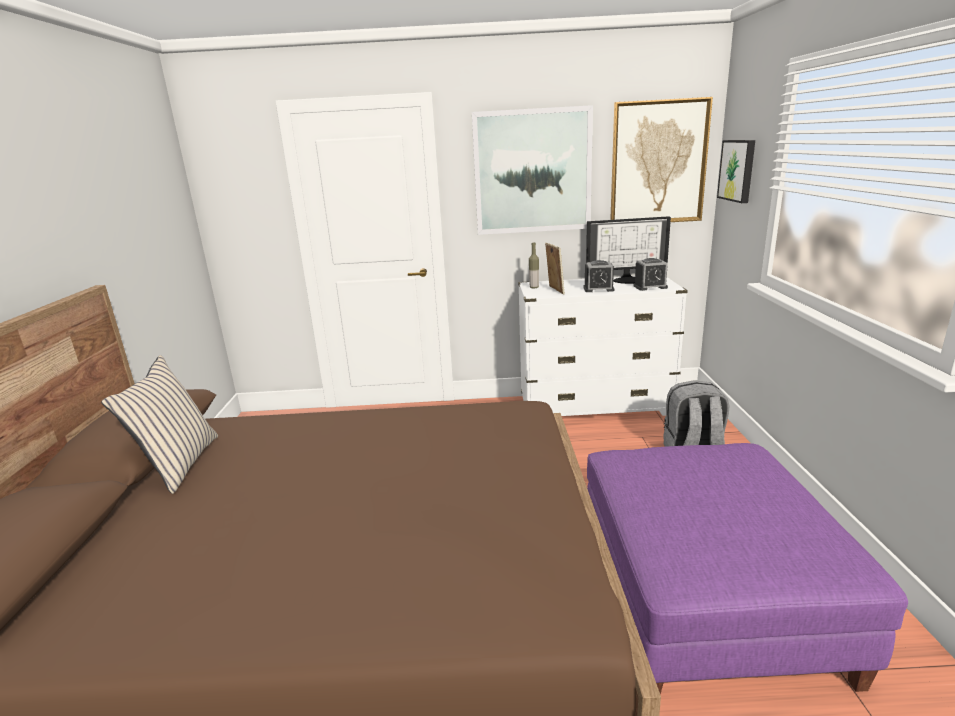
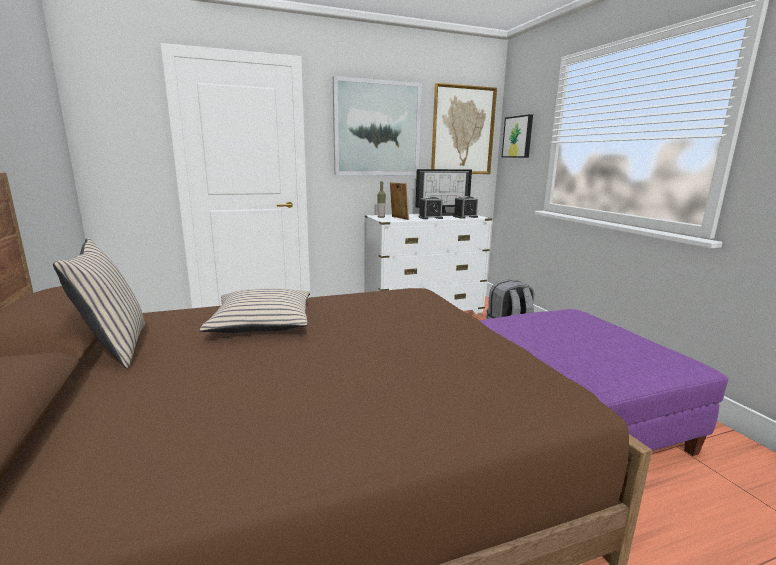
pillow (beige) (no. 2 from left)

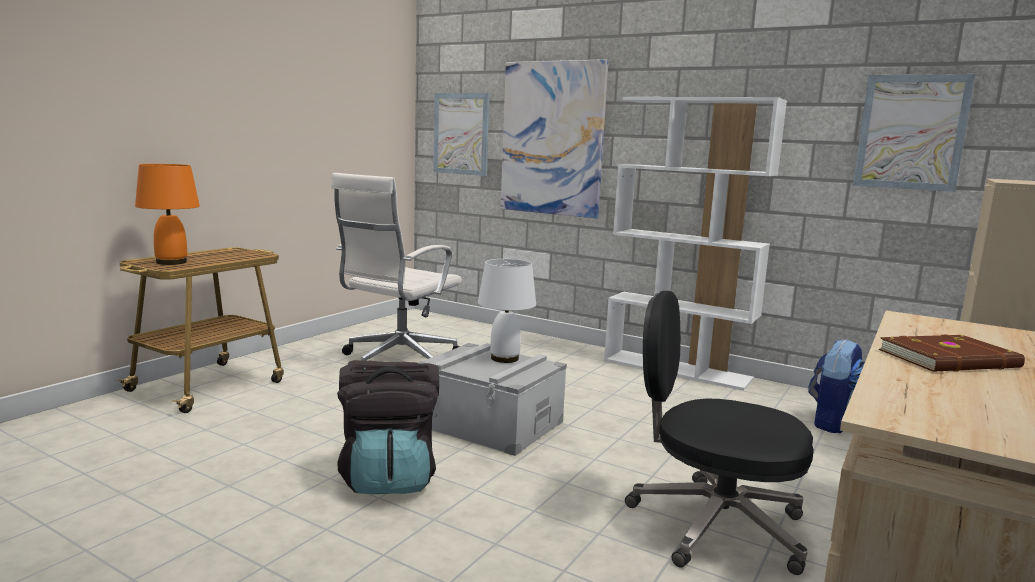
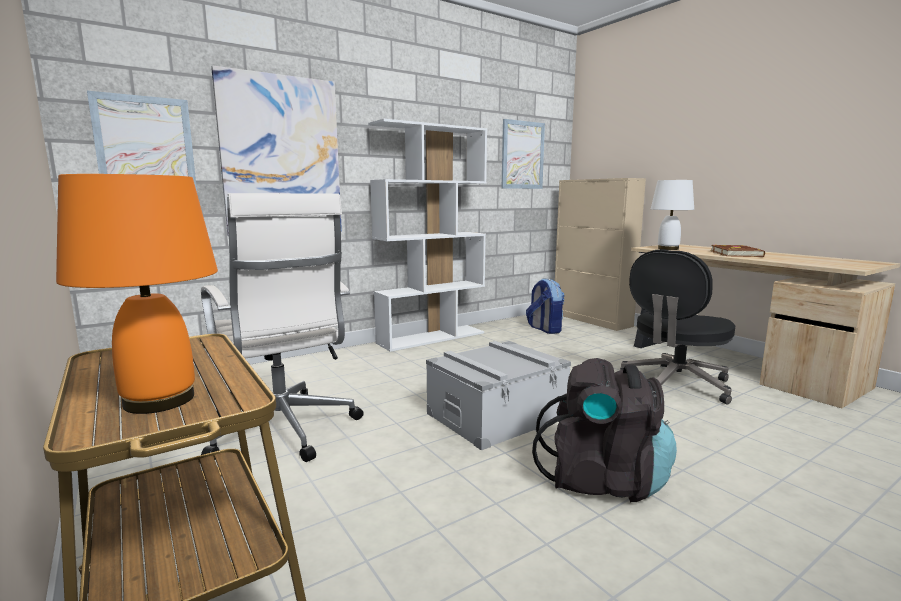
table lamp (white)

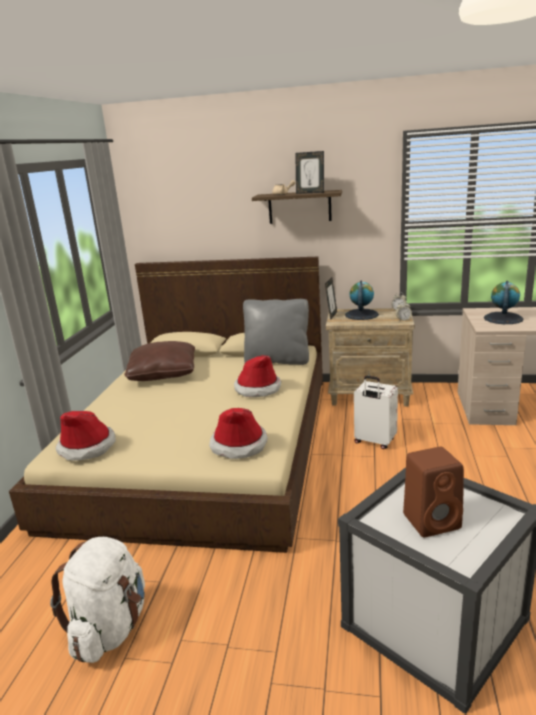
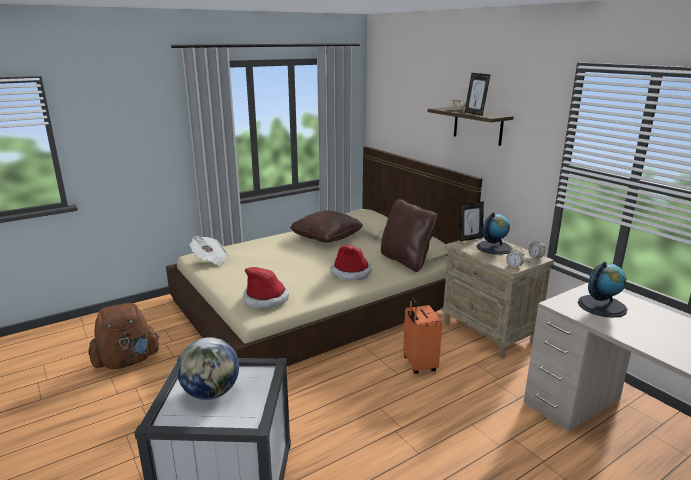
newspaper; globe (no. 1 from left); backpack (brown); pillow (brown) (no. 2 from left); suitcase (orange)

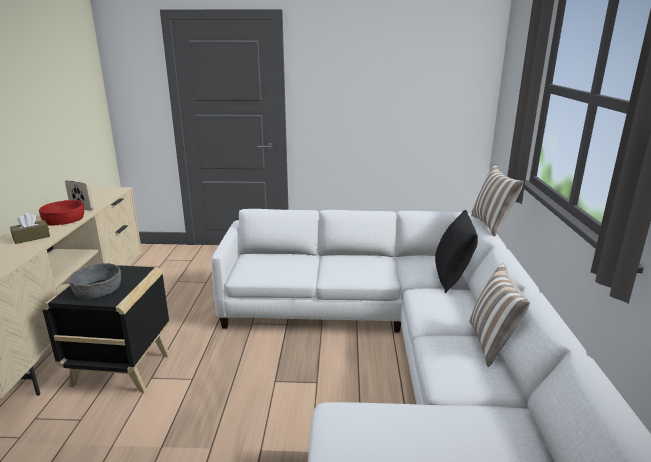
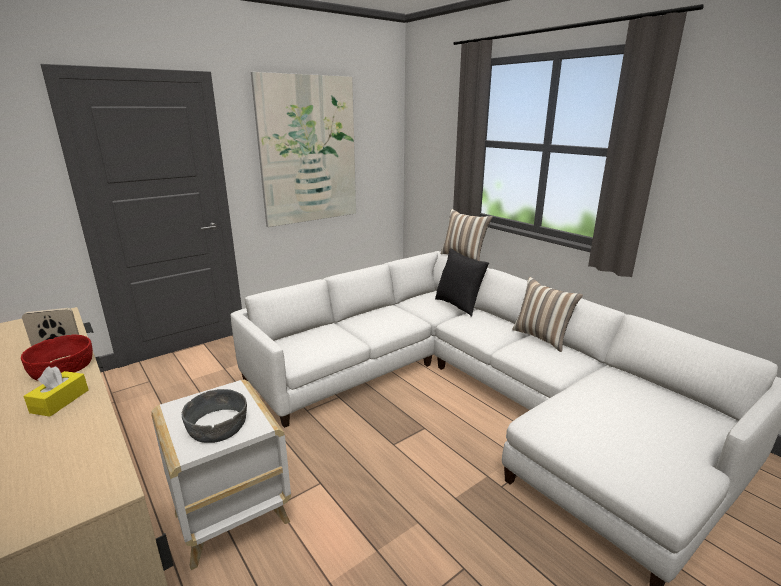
picture; tissue box (yellow); side table (white)

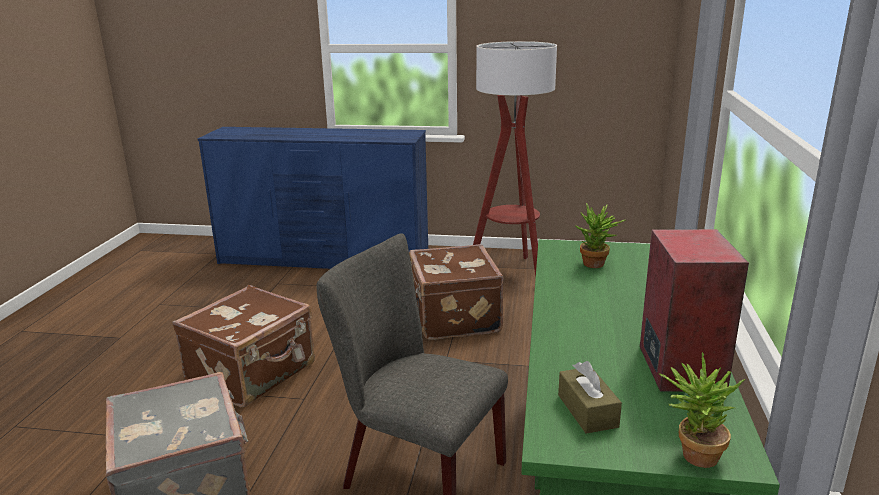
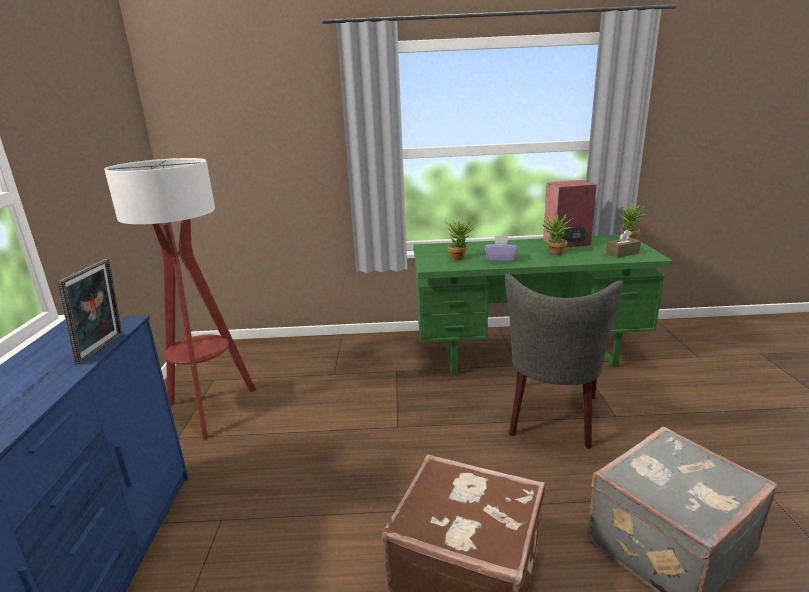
suitcase (brown) (no. 2 from left in the first image); picture frame; tissue box (purple); potted plant (no. 2 from left)

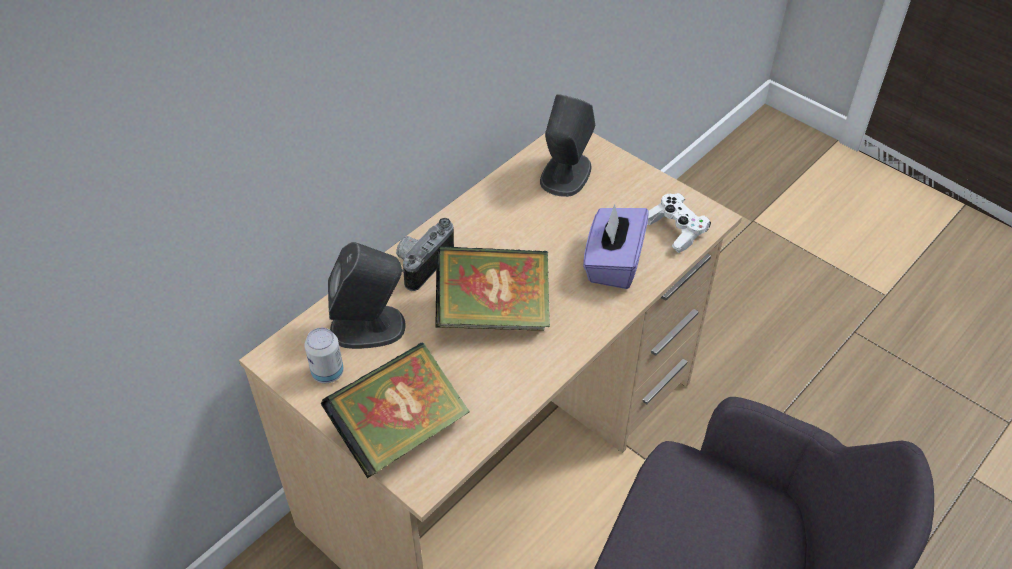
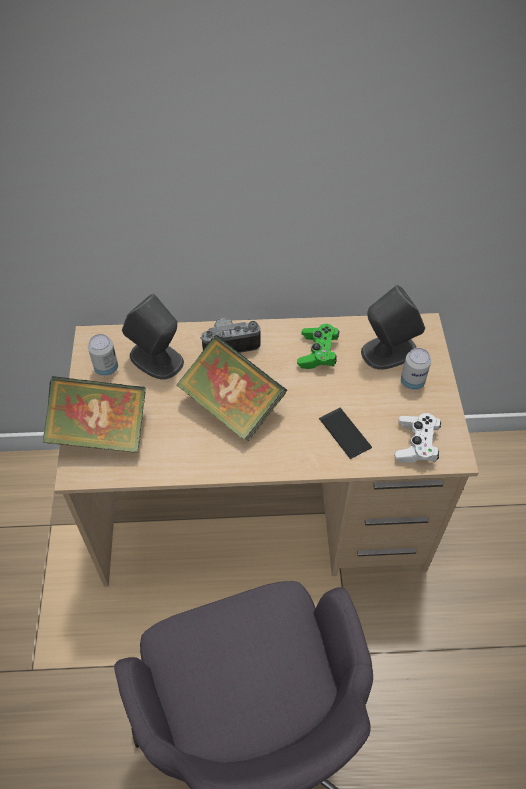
game controller (green); can (no. 2 from left); phone

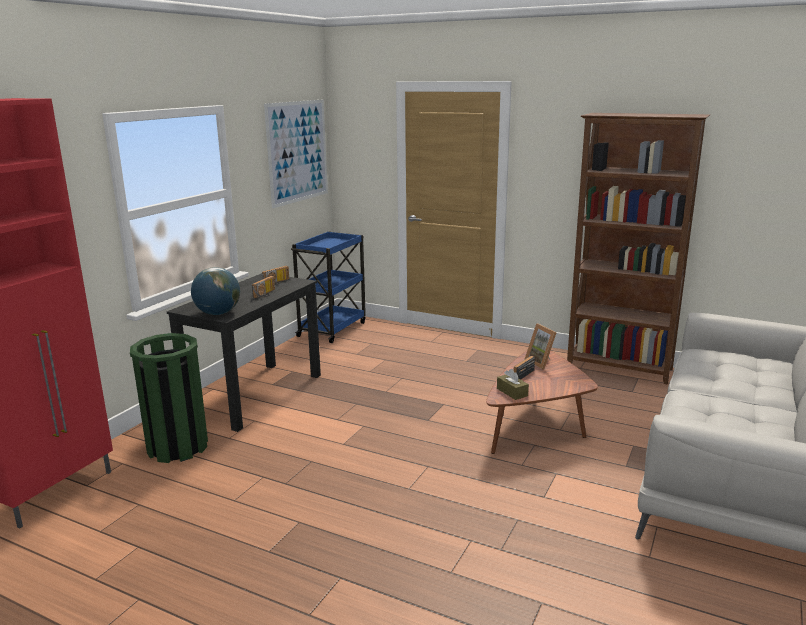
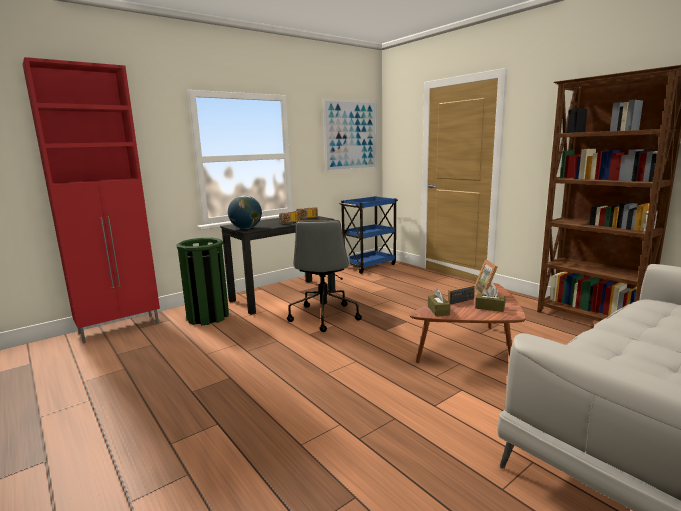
office chair (grey); tissue box (brown) (no. 2 from left)

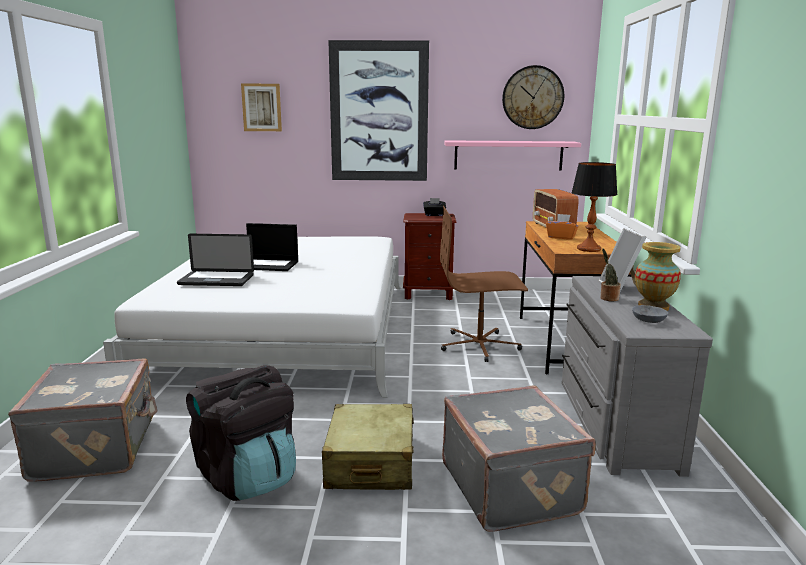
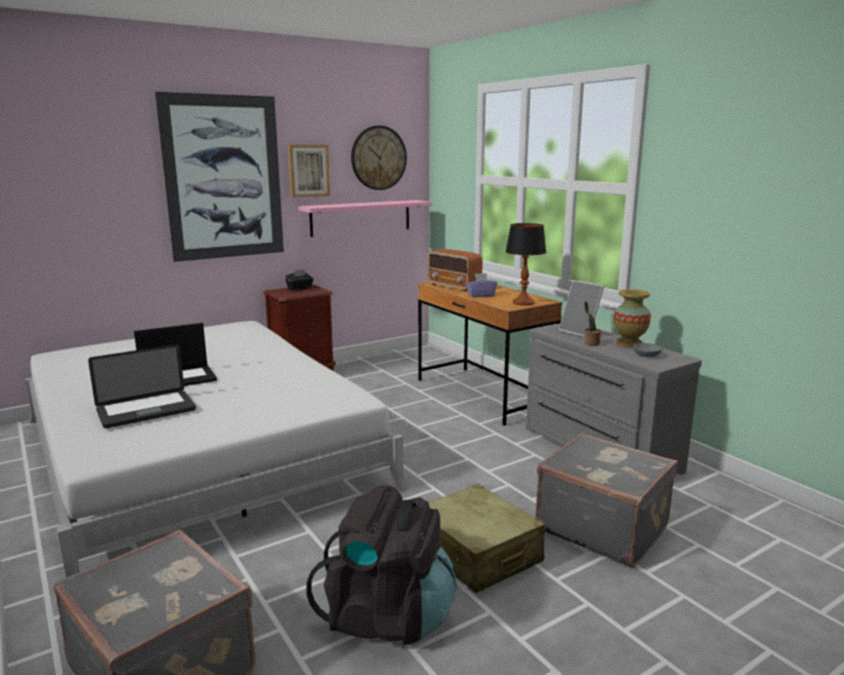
office chair (brown); picture (no. 2 from left); tissue box (purple)

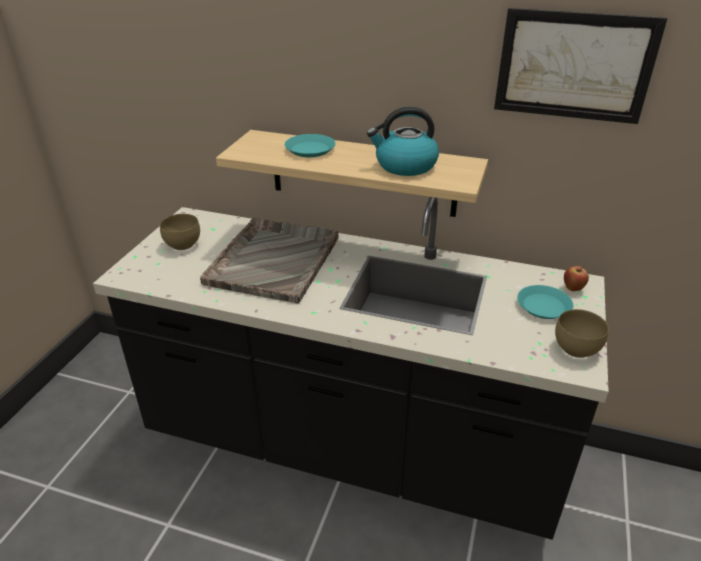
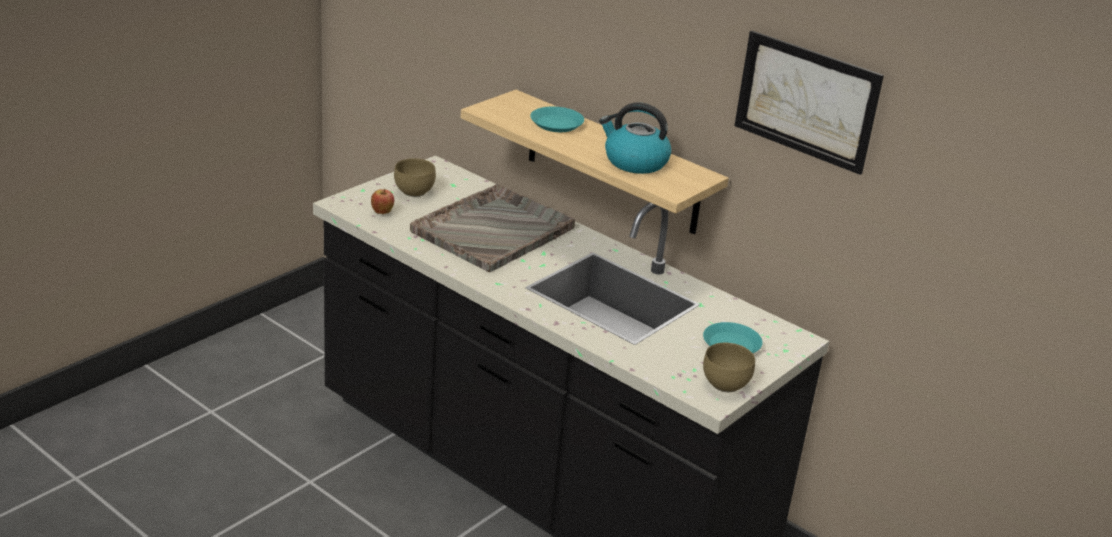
apple

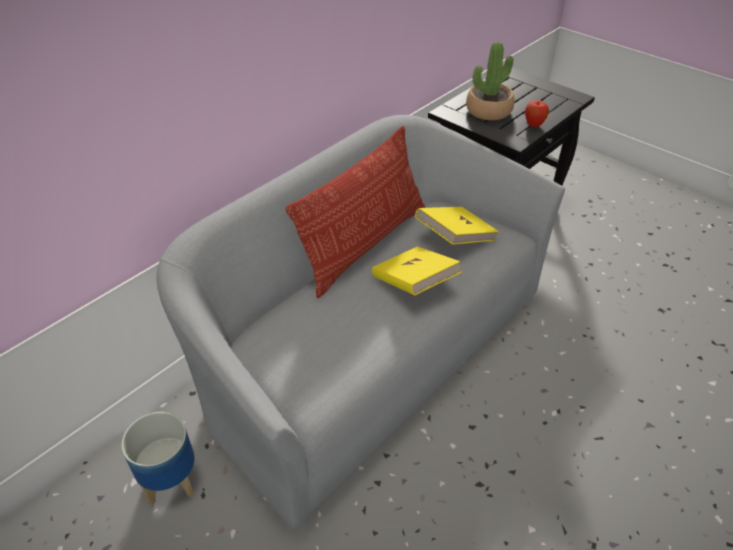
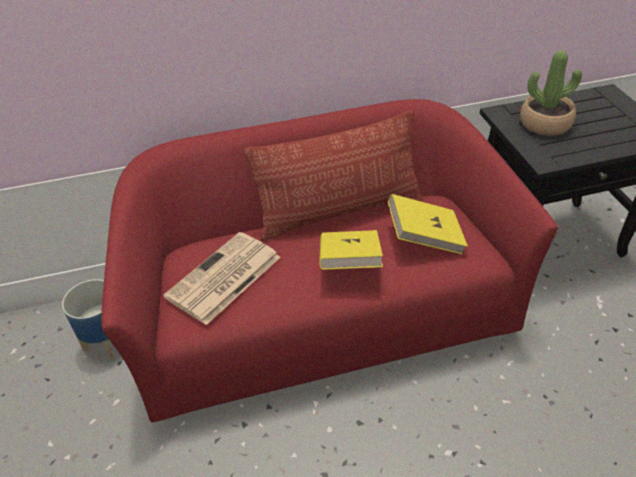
apple; newspaper; sofa (red)

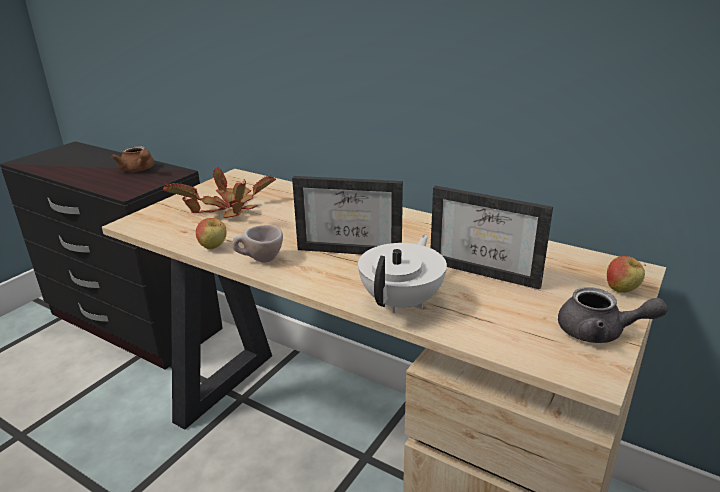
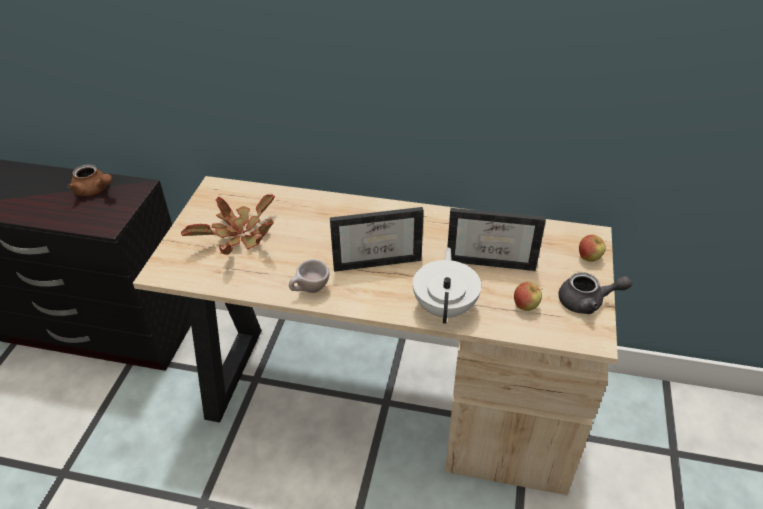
apple (no. 1 from left)

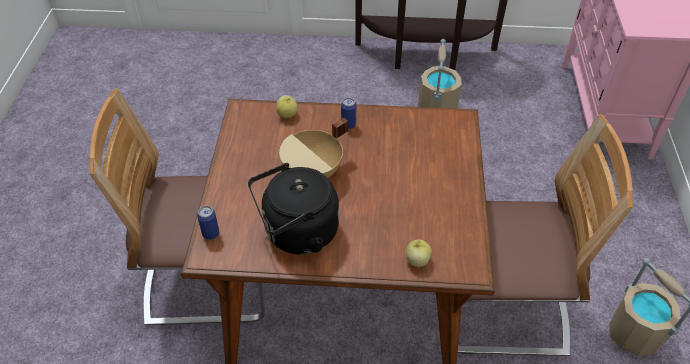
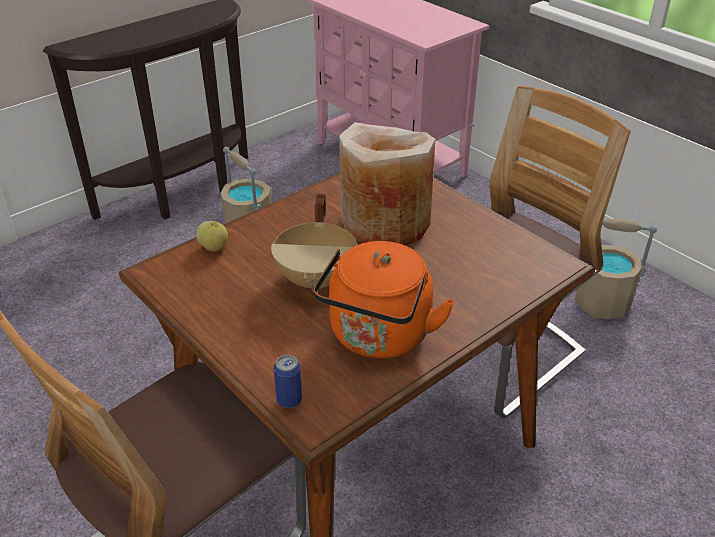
can (no. 2 from left in the first image); apple (no. 2 from left in the first image); vase (beige); kettle (orange)

